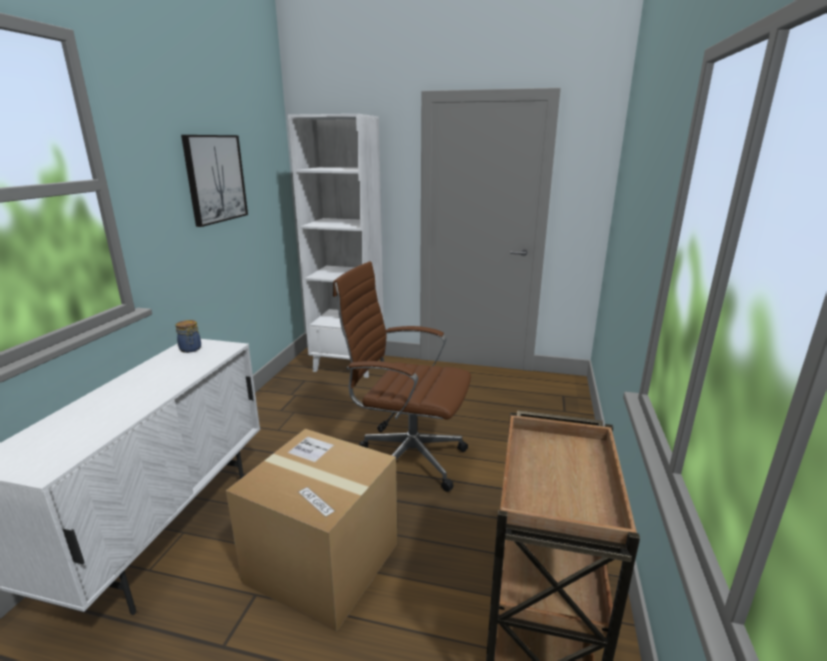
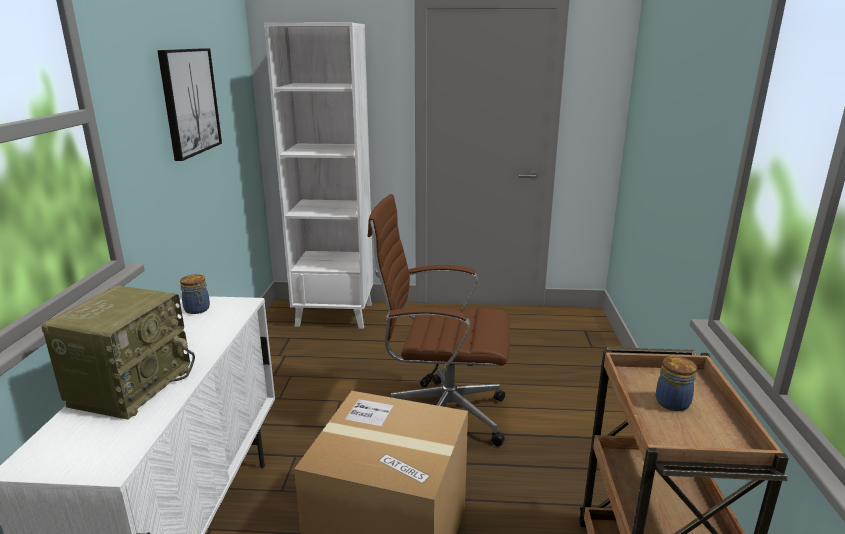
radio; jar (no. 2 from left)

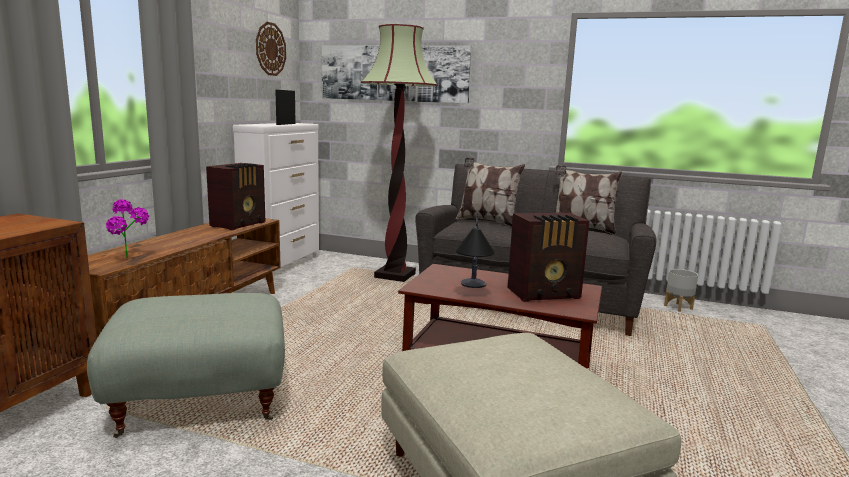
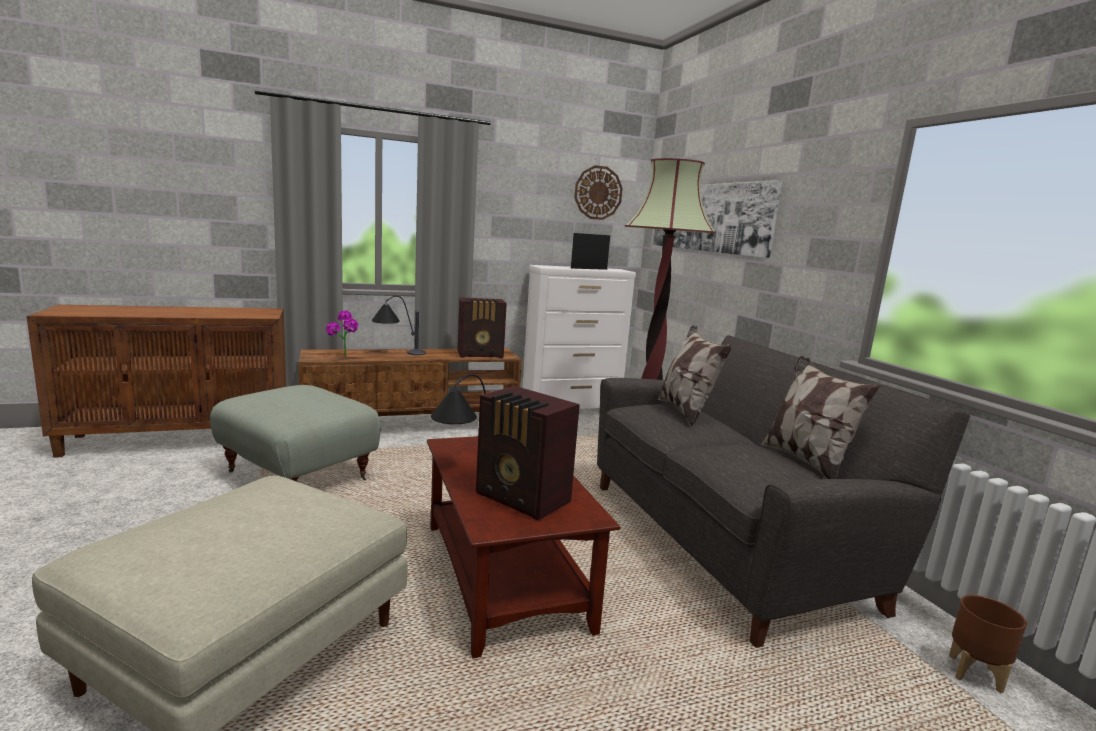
table lamp (no. 1 from left); planter (brown)

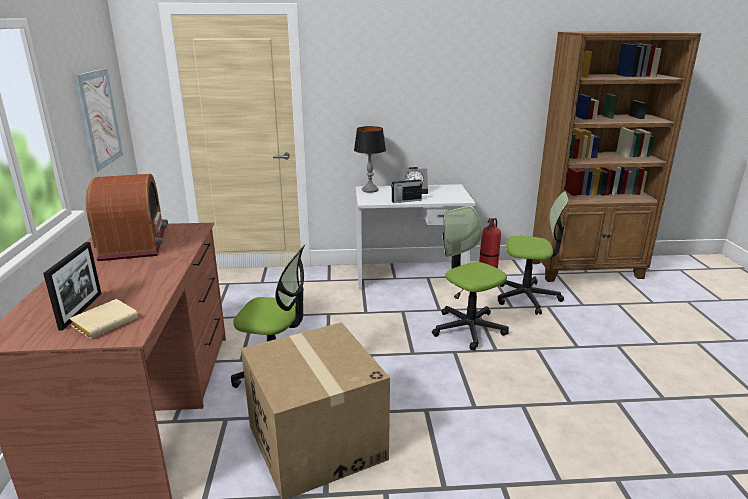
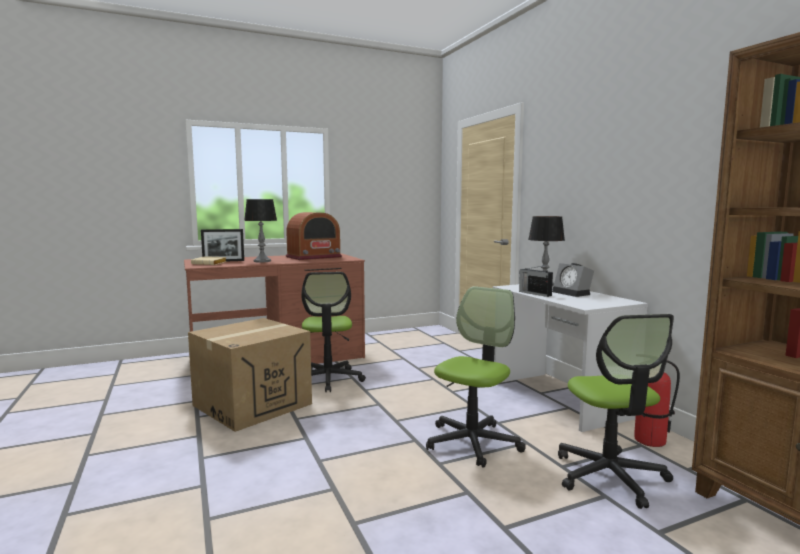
picture; table lamp (no. 1 from left)

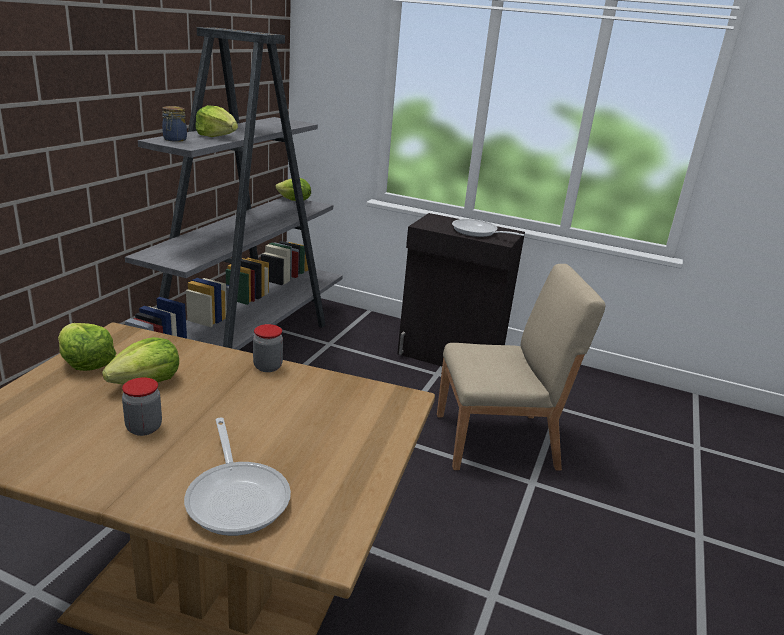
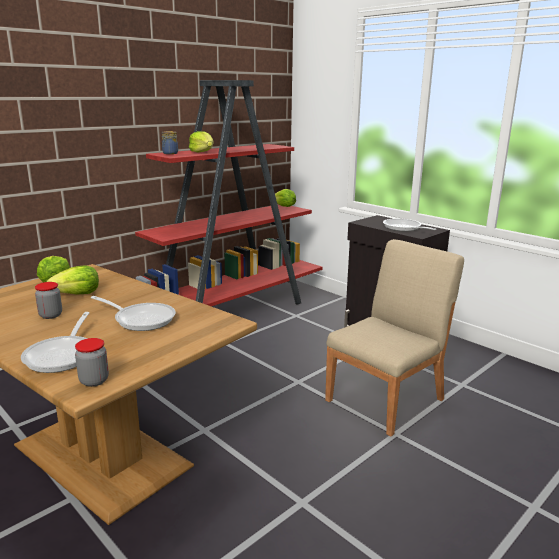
frying pan (no. 2 from left); jar (no. 2 from left); bookcase (red); chair (beige)

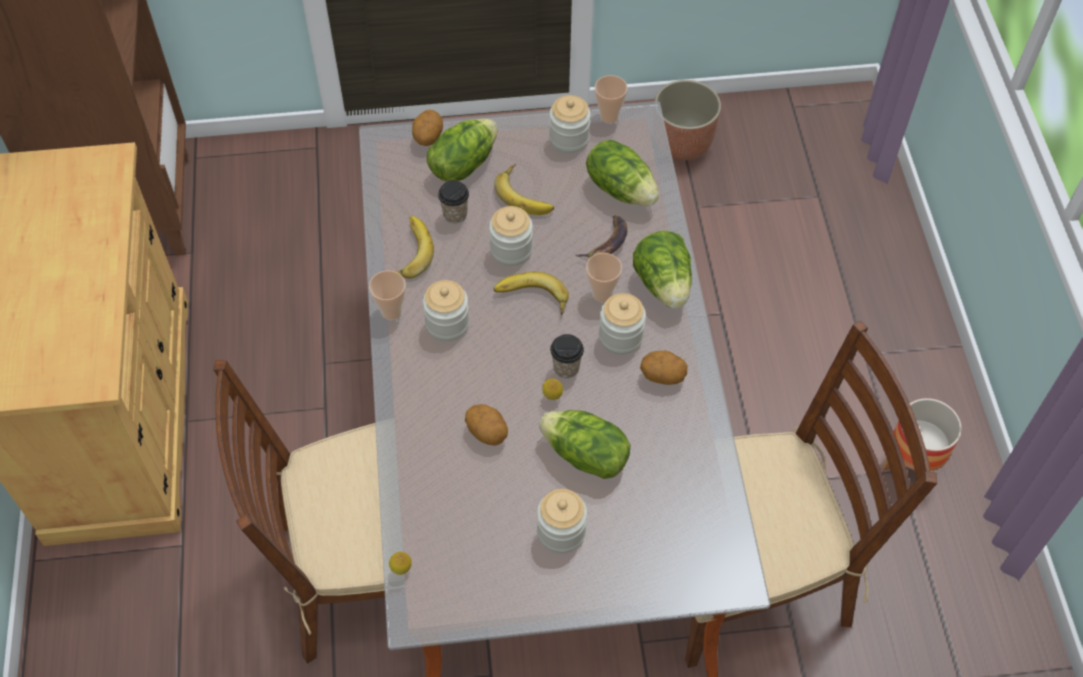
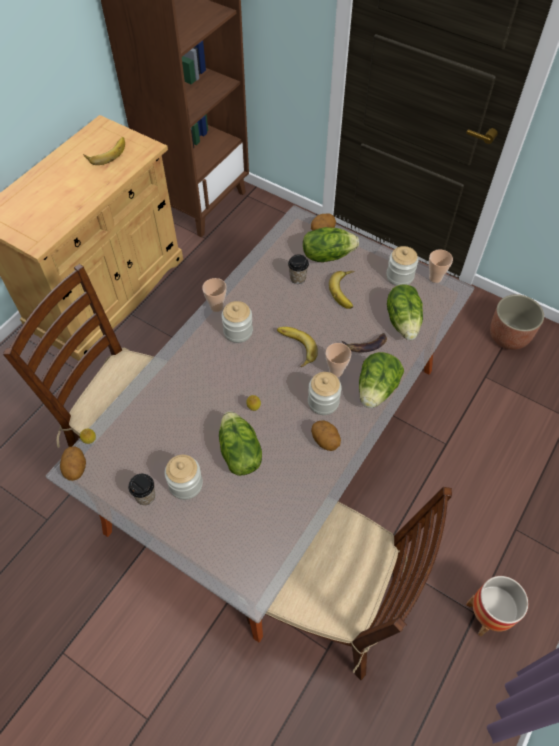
jar (no. 2 from left in the first image); banana (no. 1 from left); potato (no. 1 from left); cup (no. 1 from left)

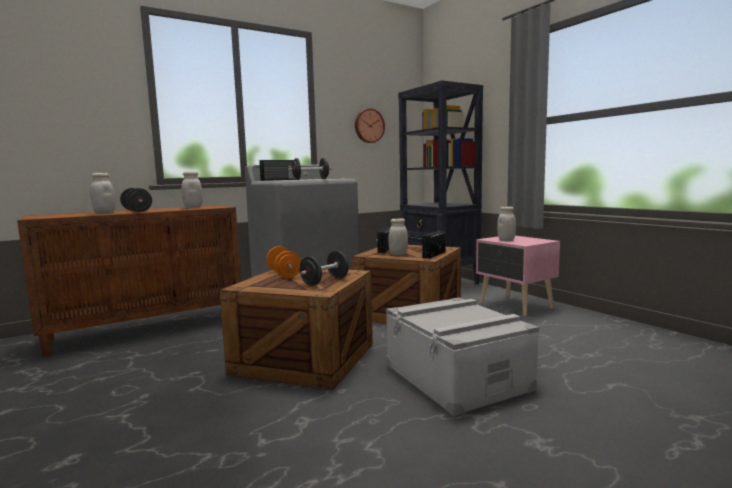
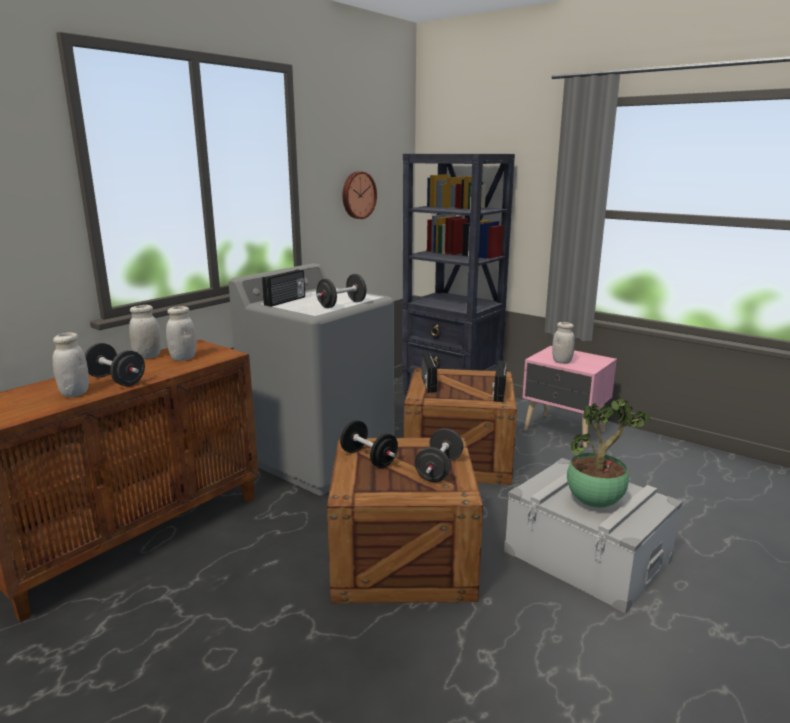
potted plant; jar (white) (no. 2 from left); dumbbell (black) (no. 3 from left)

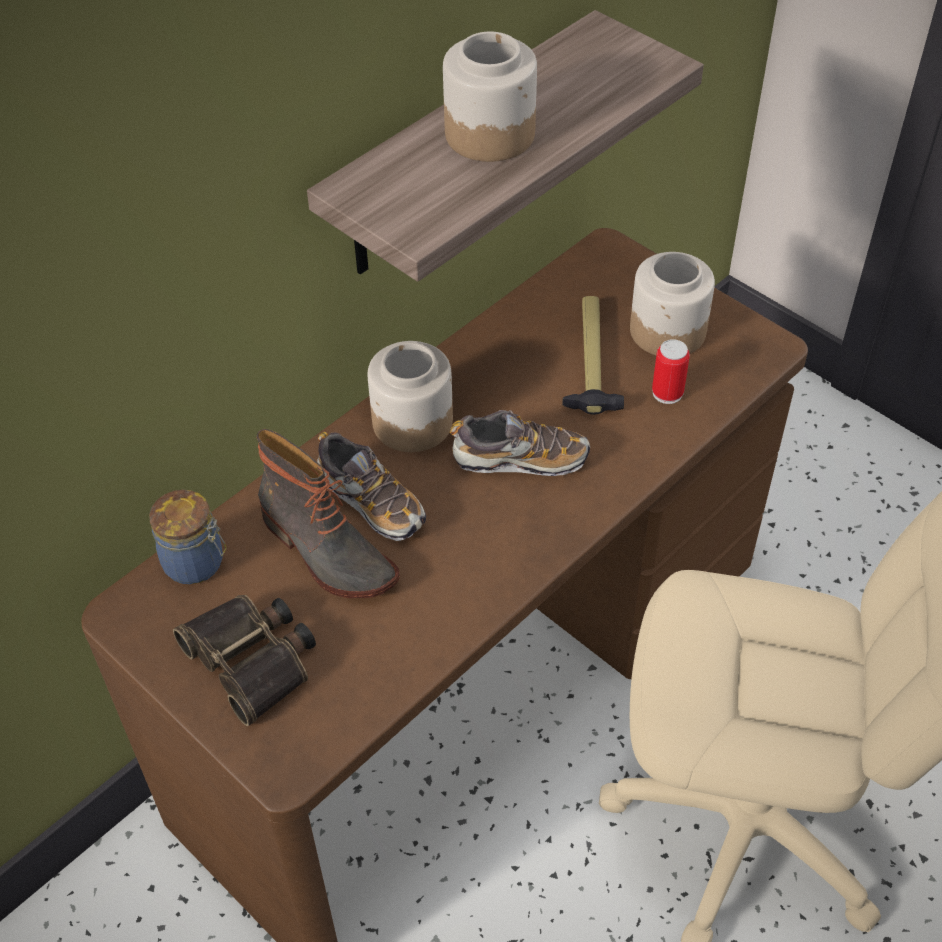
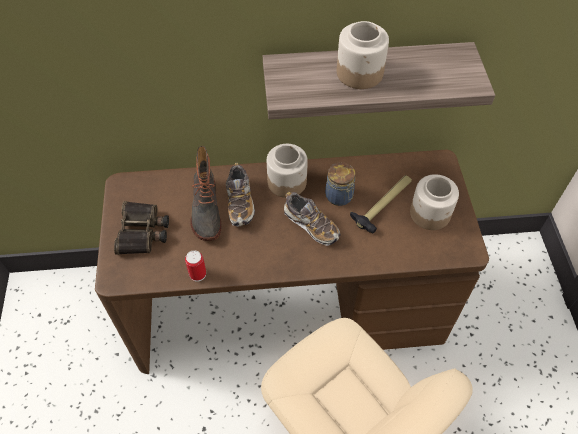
jar (no. 2 from left); can

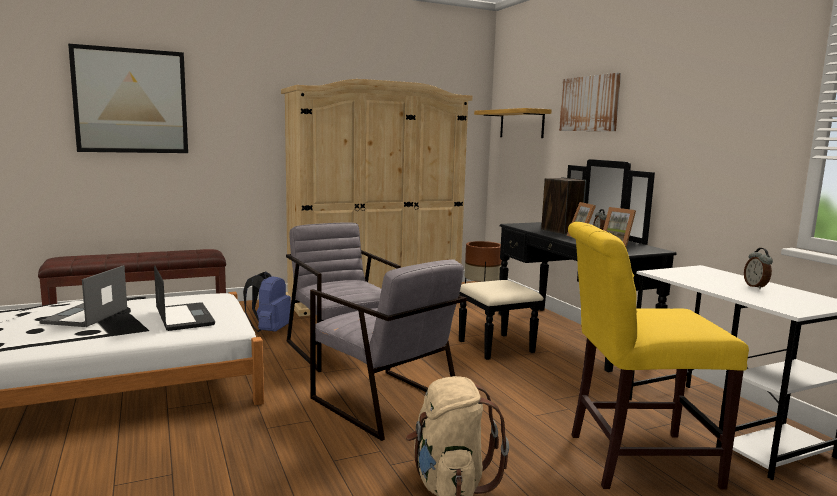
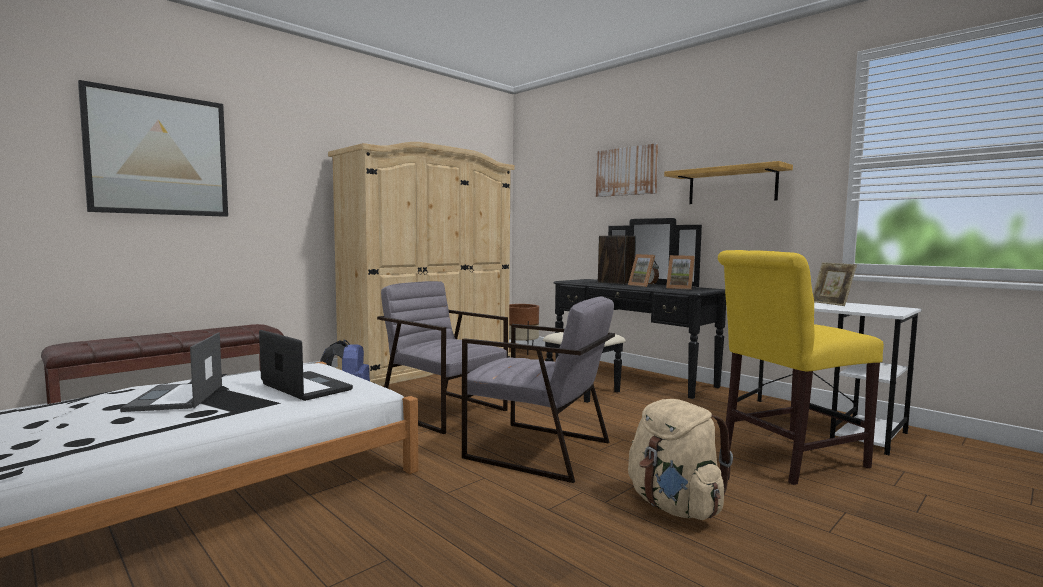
shelf; picture frame (no. 3 from left)

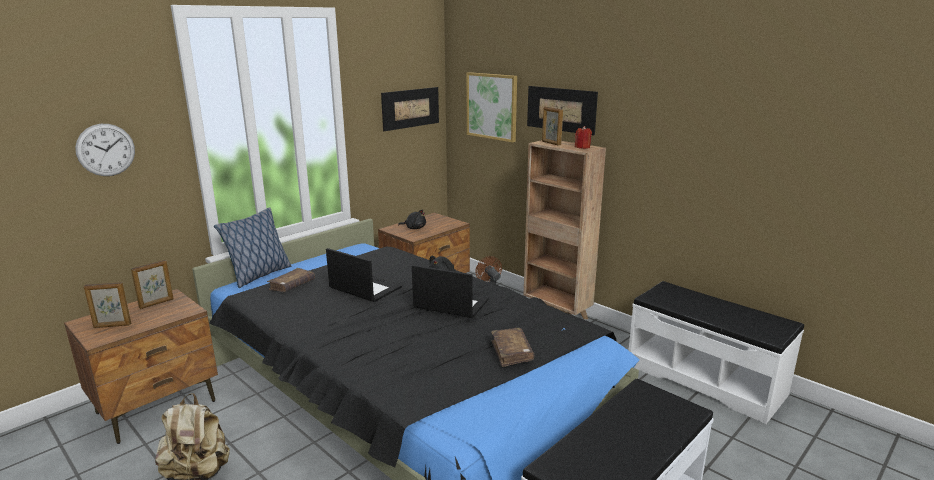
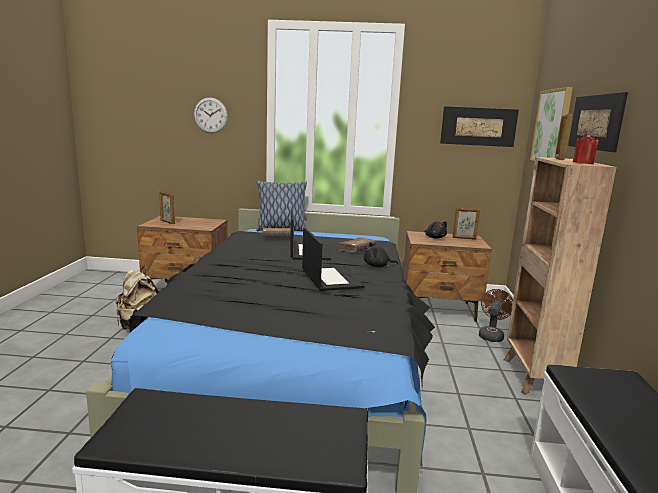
picture frame (no. 2 from left); book (brown) (no. 2 from left)

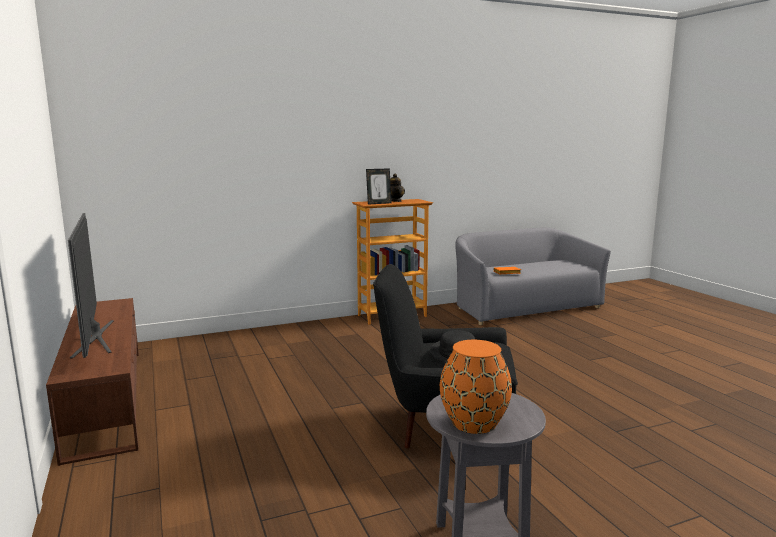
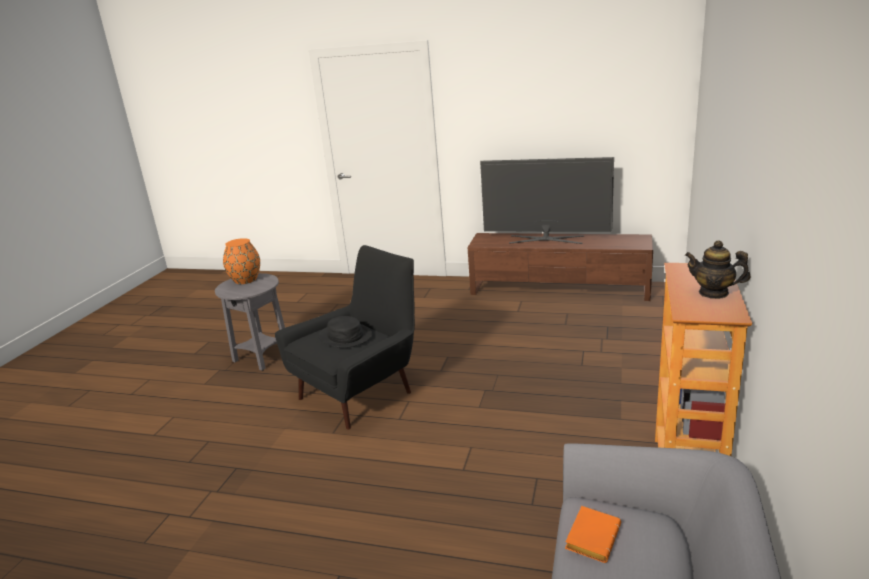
picture frame

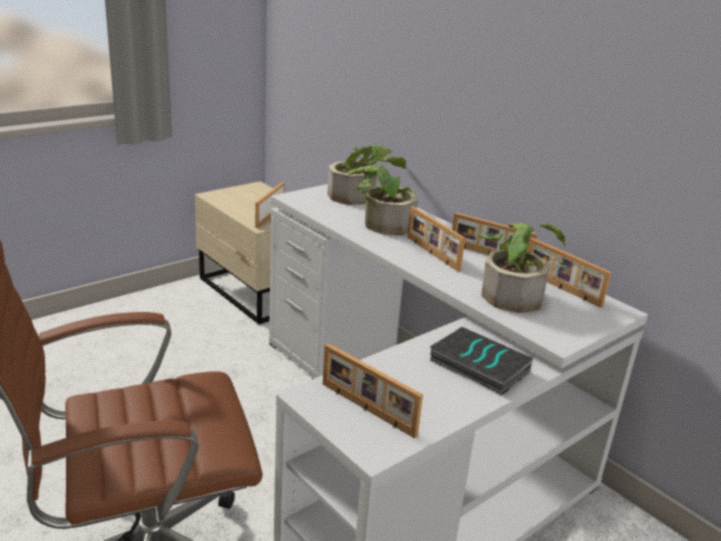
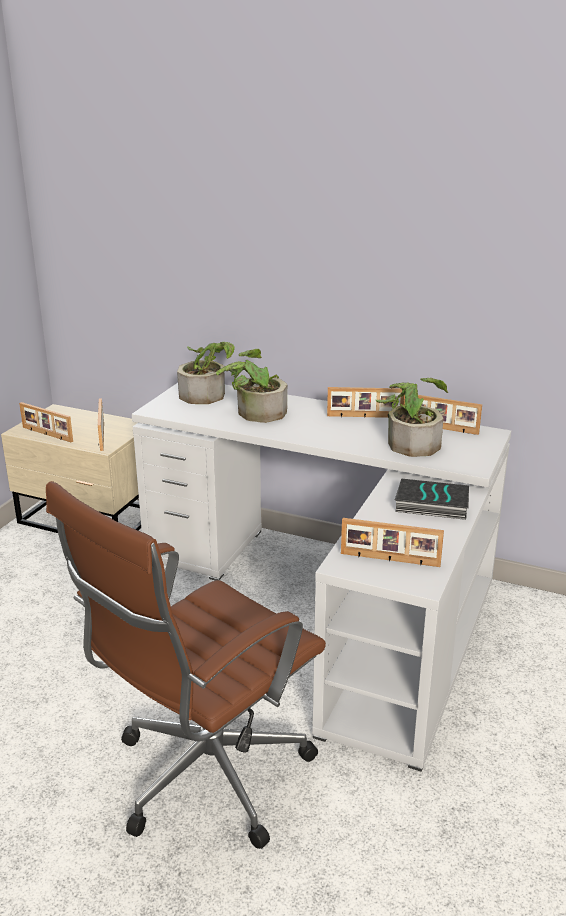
picture frame (no. 1 from left)

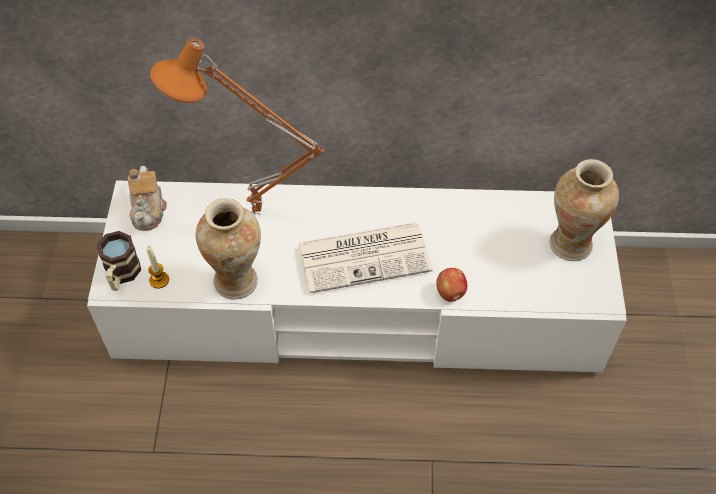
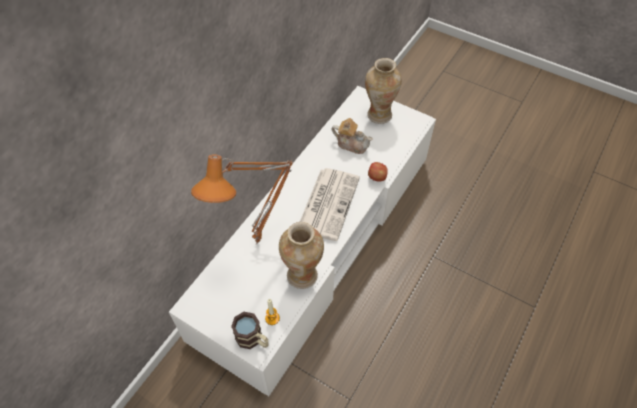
teapot

